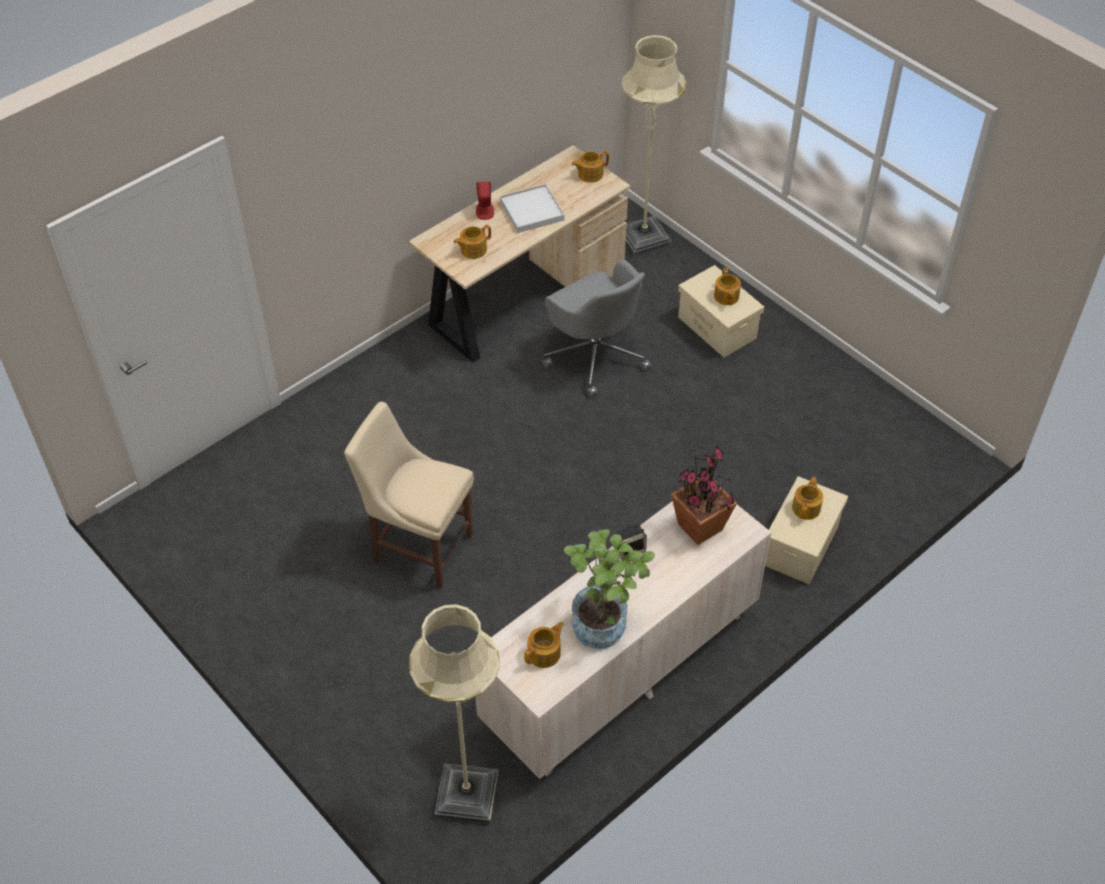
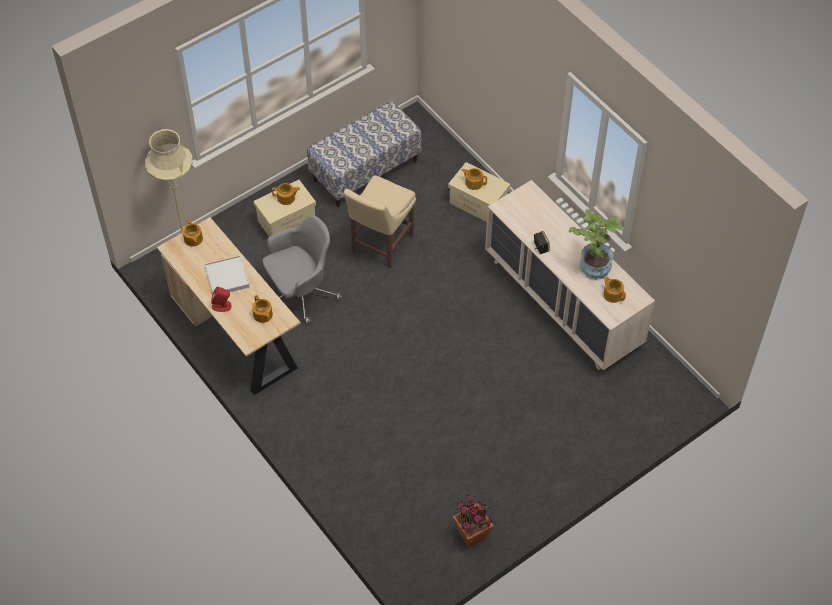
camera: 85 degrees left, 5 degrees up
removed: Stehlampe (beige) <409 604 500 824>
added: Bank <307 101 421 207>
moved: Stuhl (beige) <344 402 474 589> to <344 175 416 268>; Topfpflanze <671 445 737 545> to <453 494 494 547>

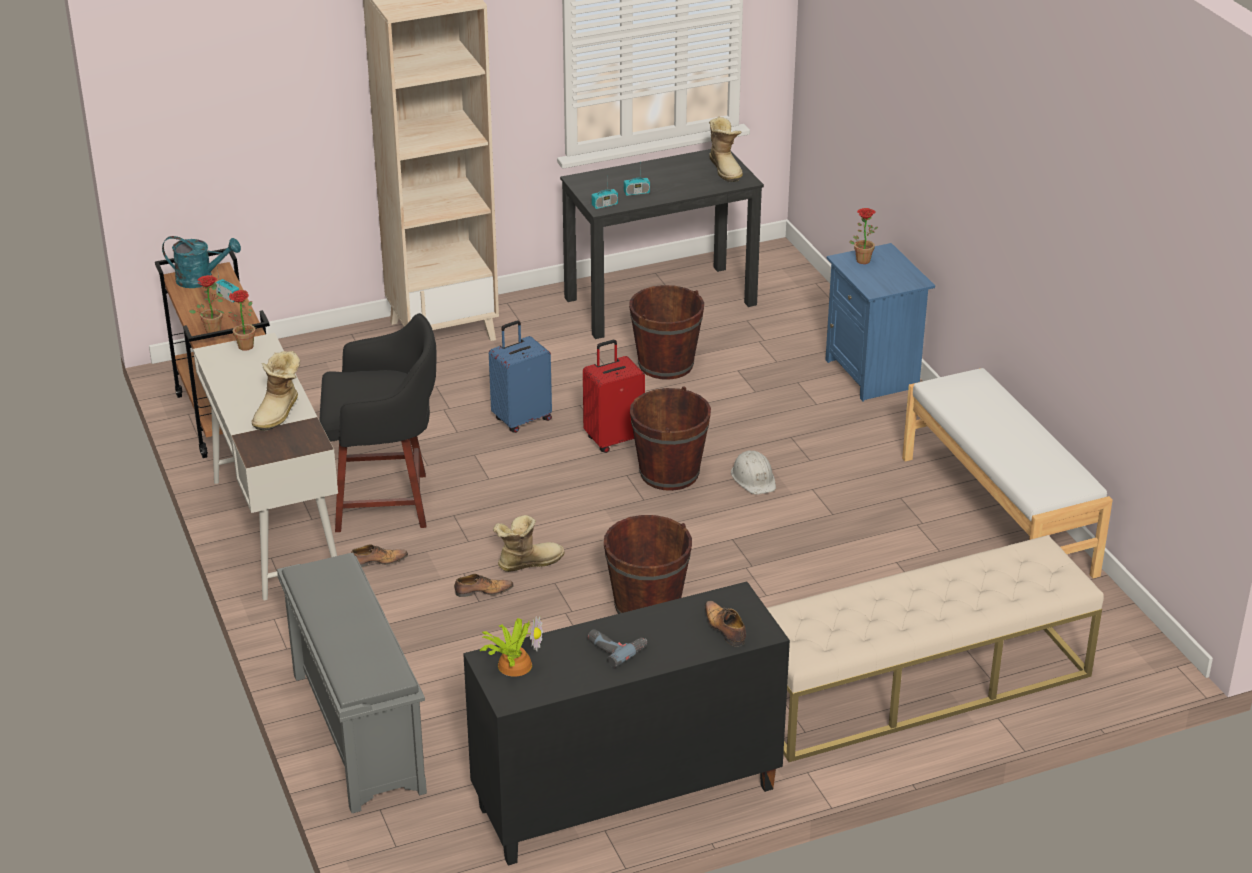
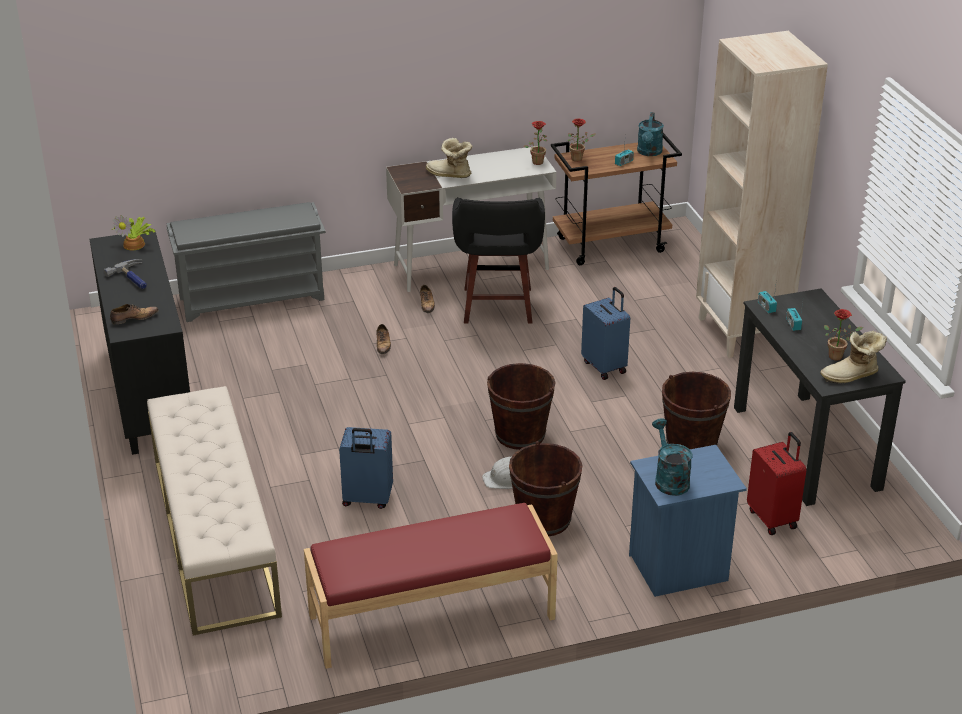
camera: 95 degrees right, 0 degrees up
removed: Stiefel <493 515 565 572>
added: Koffer (blau) <339 427 393 509>; Gießkanne (türkis) <652 419 692 496>
moved: Koffer (rot) <583 340 645 453> to <747 432 806 535>; Eimer (braun) <604 515 692 614> to <509 441 582 536>; Topfpflanze <849 208 878 264> to <824 309 863 361>
replaced: Bohrmaschine <588 629 647 668> to Hammer <104 259 147 289>
recoloured: Bank (weiß) <902 368 1113 579> to Bank (rot) <304 503 558 669>

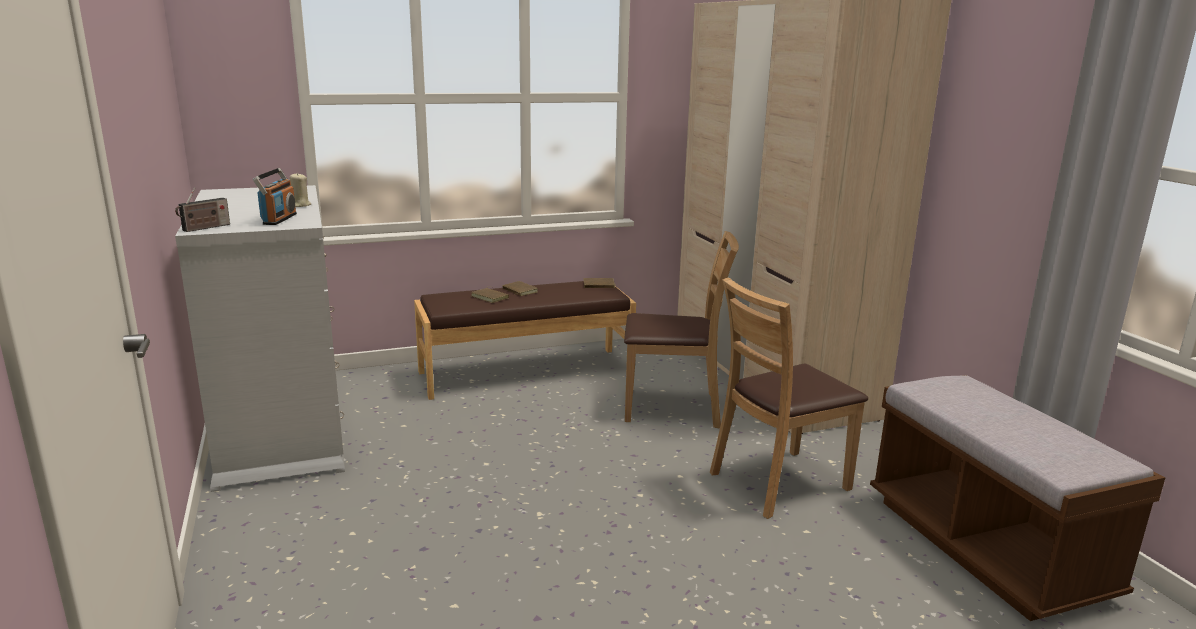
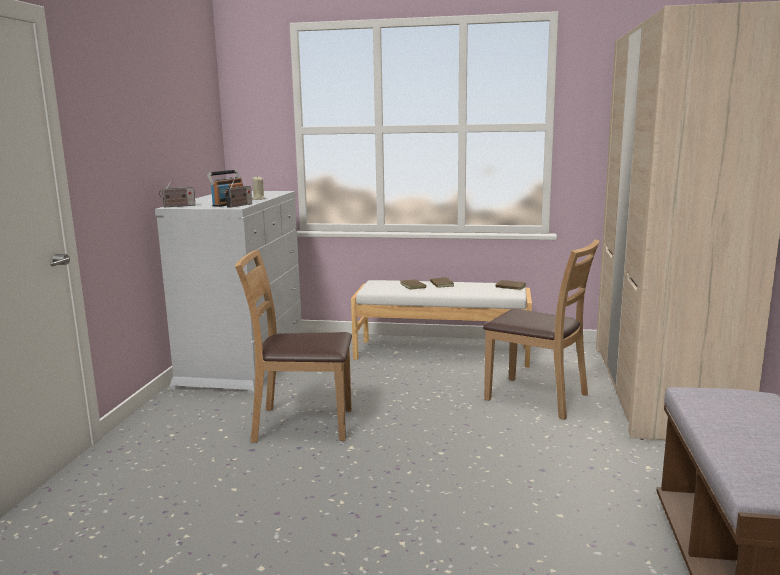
camera: 30 degrees right, 5 degrees down
added: Radio <224 178 252 208>
moved: Stuhl (braun) <710 277 868 519> to <235 250 352 443>
recoloured: Bank (braun) <414 281 636 400> to Bank (weiß) <351 280 532 367>

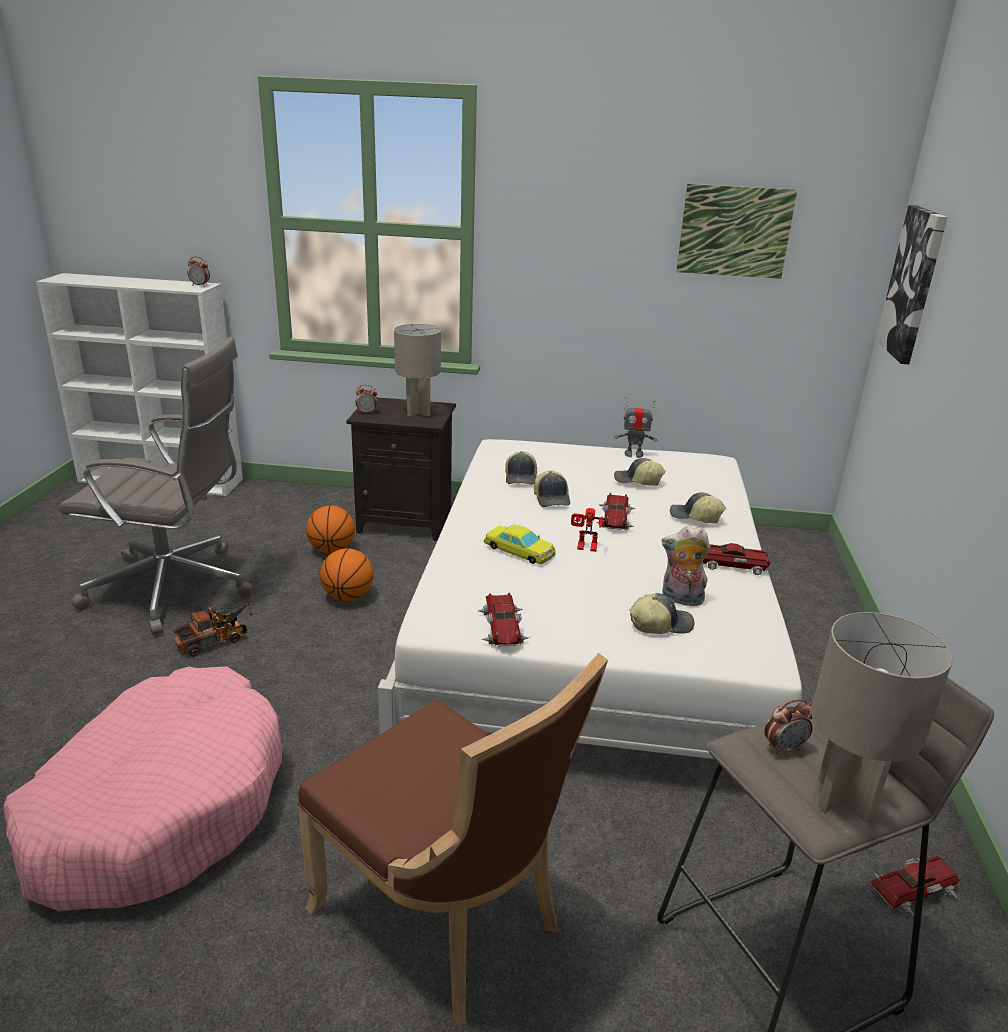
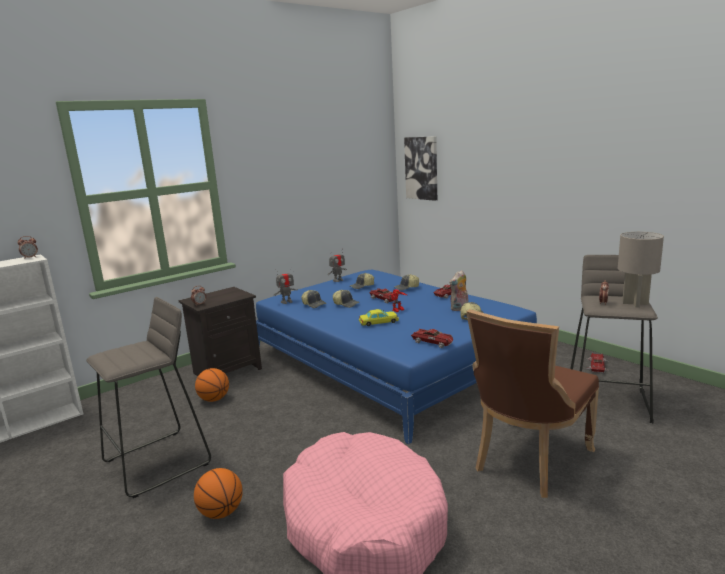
camera: 45 degrees left, 10 degrees down
removed: Spielzeuglaster <173 602 253 657>; Tischlampe (grau) <394 324 441 417>; Bild <676 184 797 279>
added: Spielzeugroboter <274 267 298 304>
moved: Basketball <320 549 373 601> to <194 468 243 519>
replaced: Bürostuhl (grau) <59 337 252 635> to Hocker (grau) <86 297 211 498>
recoloured: Bett (weiß) <377 439 802 759> to Bett (blau) <256 270 537 445>
turned: Stuhl (braun) <297 653 608 1026> = <467 309 599 498> 135 degrees clockwise

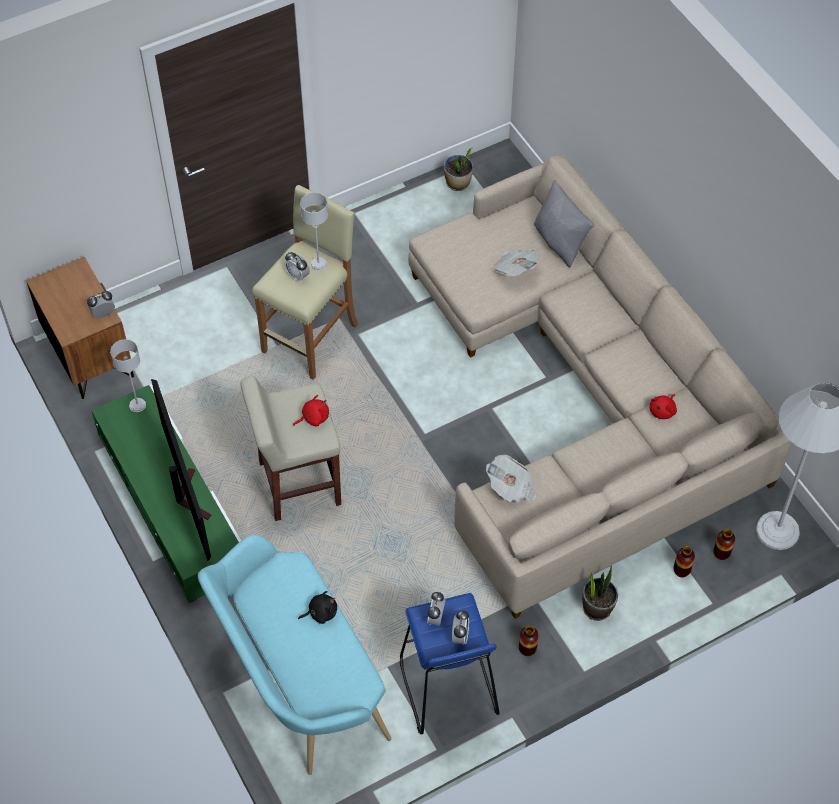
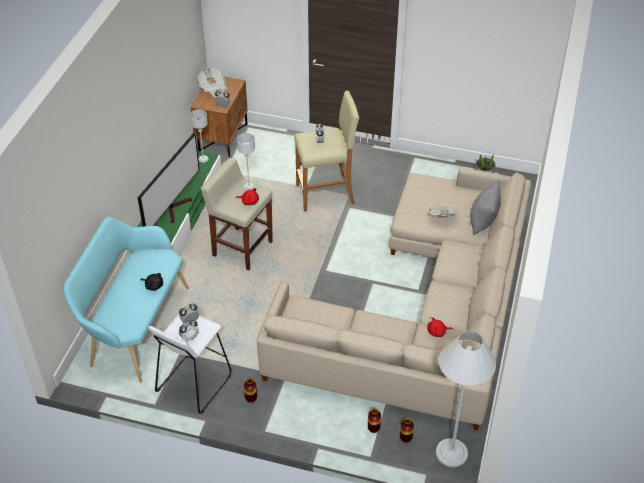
camera: 45 degrees right, 10 degrees down
removed: Topfpflanze <582 565 618 621>
moved: Tischlampe (grau) <300 193 328 271> to <237 133 255 190>; Zeitung <486 455 536 503> to <198 67 227 97>
recoloured: Hocker (blau) <400 593 500 735> to Hocker (weiß) <148 314 232 414>

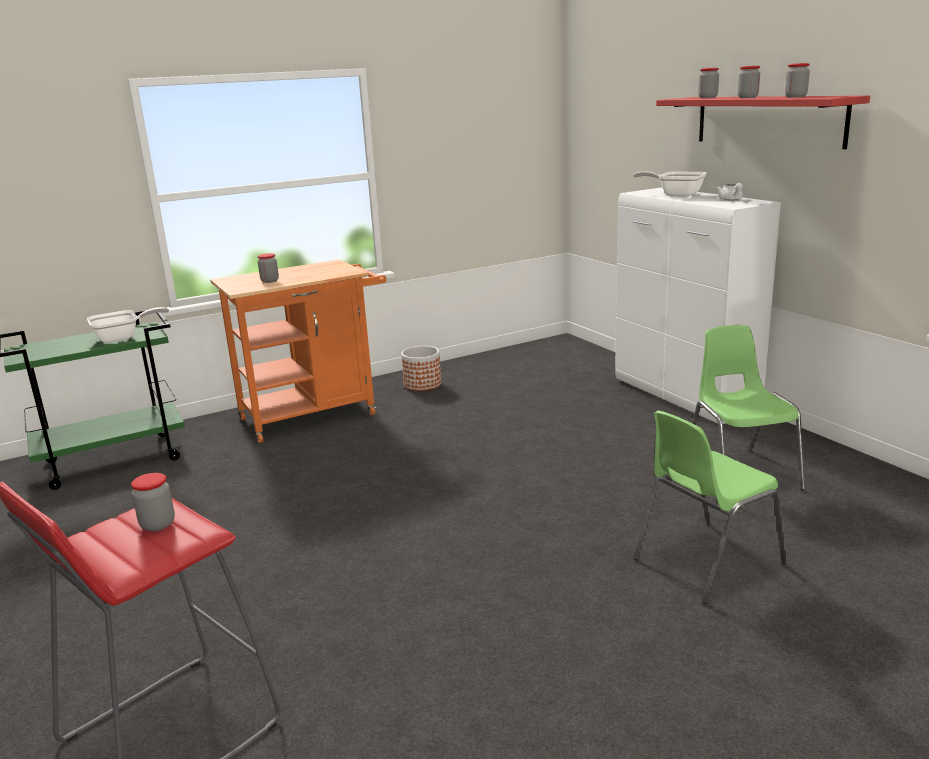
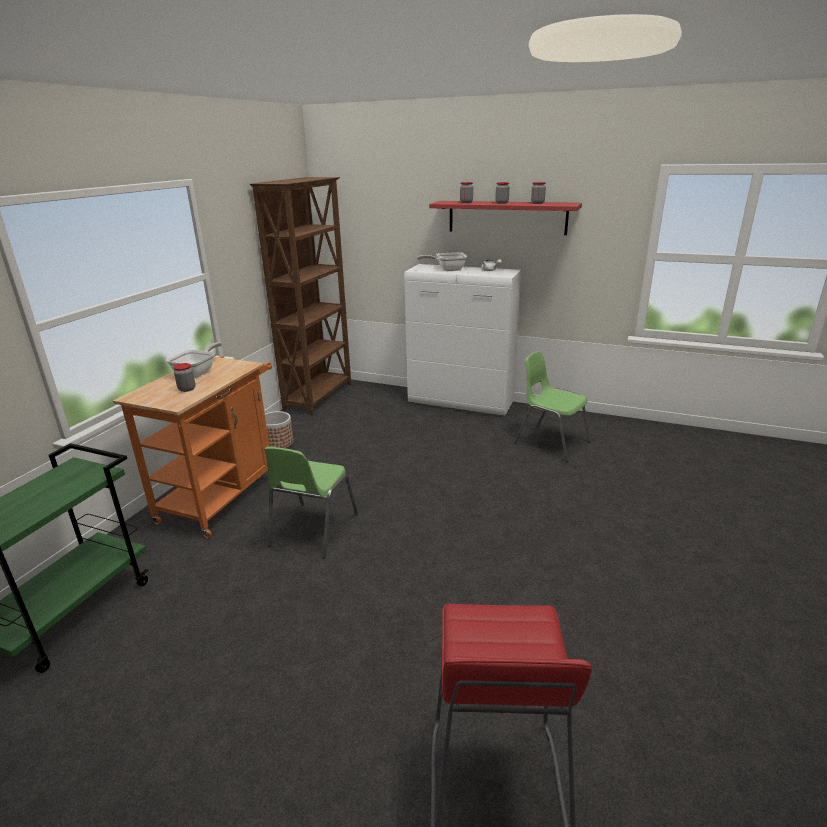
camera: 40 degrees left, 5 degrees up
removed: Vorratsglas <131 473 175 531>
added: Bücherregal (braun) <250 177 351 415>
moved: Pfanne <87 307 169 343> to <166 342 222 378>; Stuhl (grün) <634 411 787 604> to <264 447 358 559>

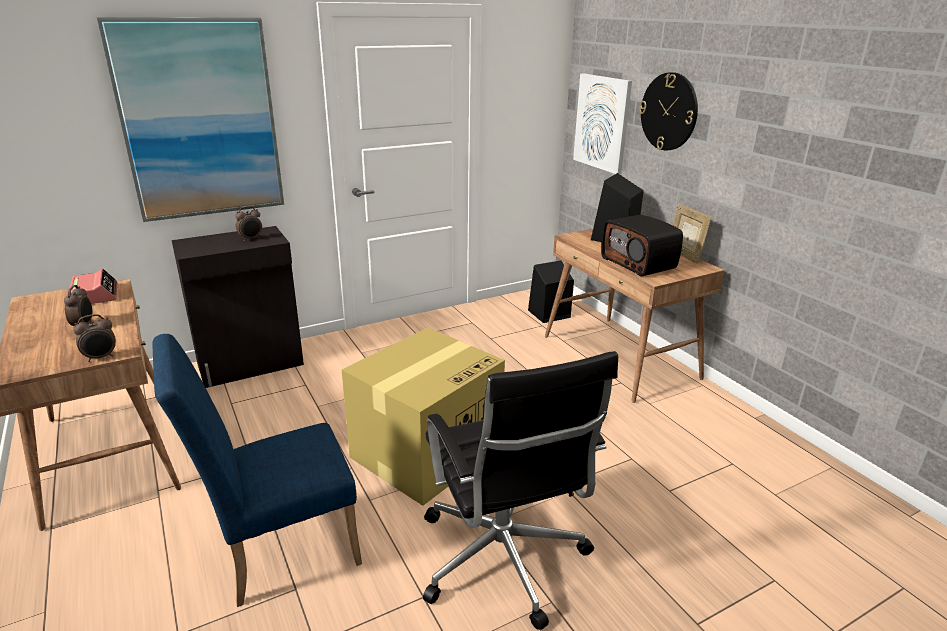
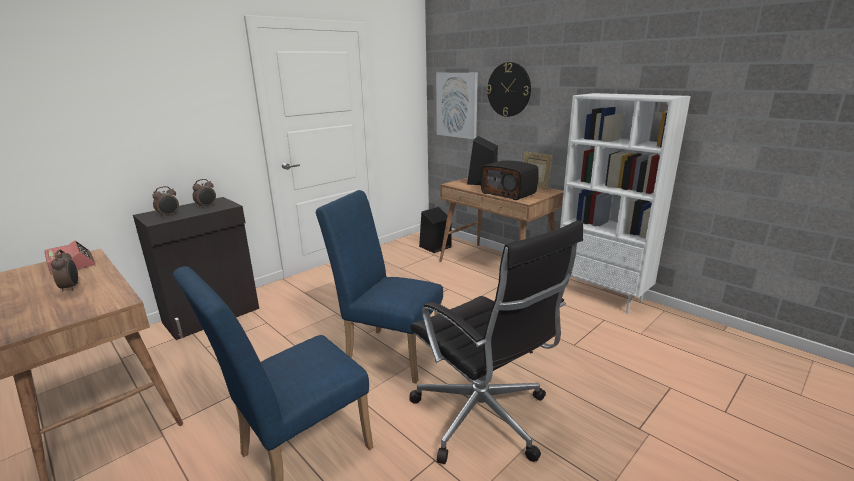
camera: 15 degrees left, 5 degrees down
removed: Bild <97 17 284 222>
added: Bücherregal (weiß) <560 93 691 314>
moved: Wecker <73 314 116 362> to <152 186 179 218>
replaced: Karton <342 327 505 506> to Stuhl (blau) <316 190 443 383>

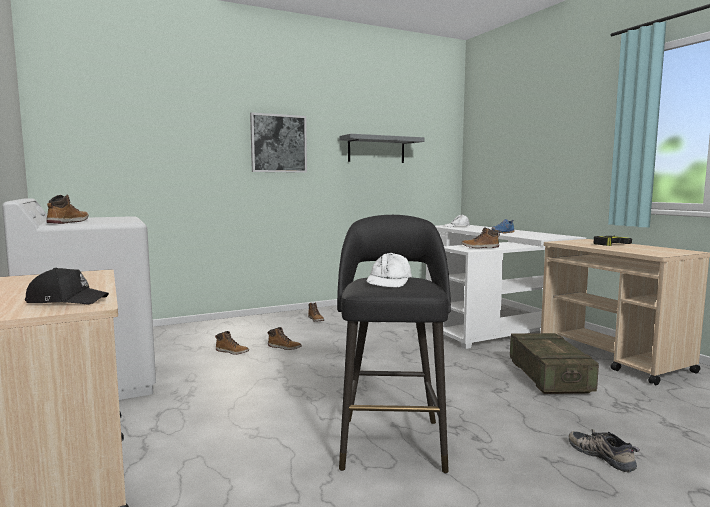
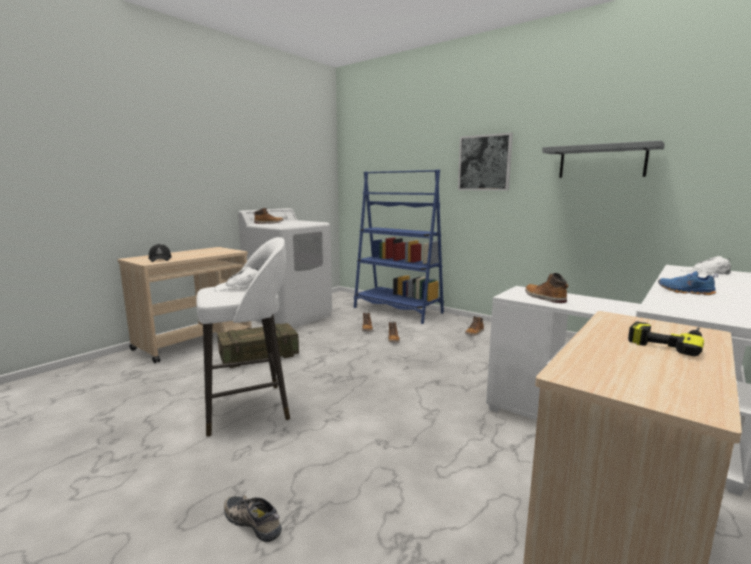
camera: 65 degrees right, 5 degrees up
added: Bücherregal (blau) <354 169 444 324>
moved: Kiste <510 333 599 394> to <217 323 299 368>
recoloured: Hocker (schwarz) <337 215 451 473> to Hocker (weiß) <196 237 290 437>
turned: Schuh <569 429 640 472> = <224 495 282 542> 90 degrees counterclockwise

